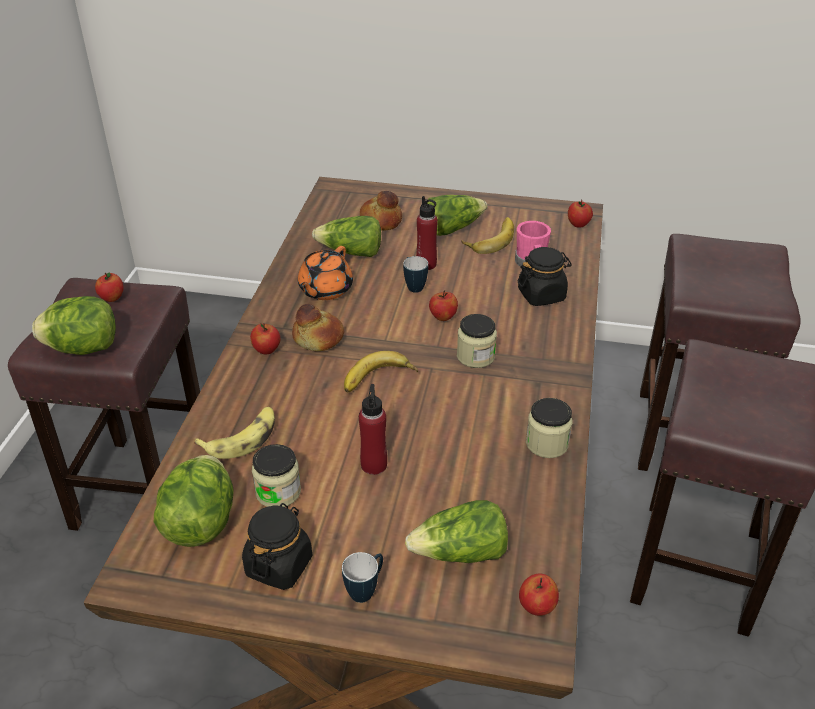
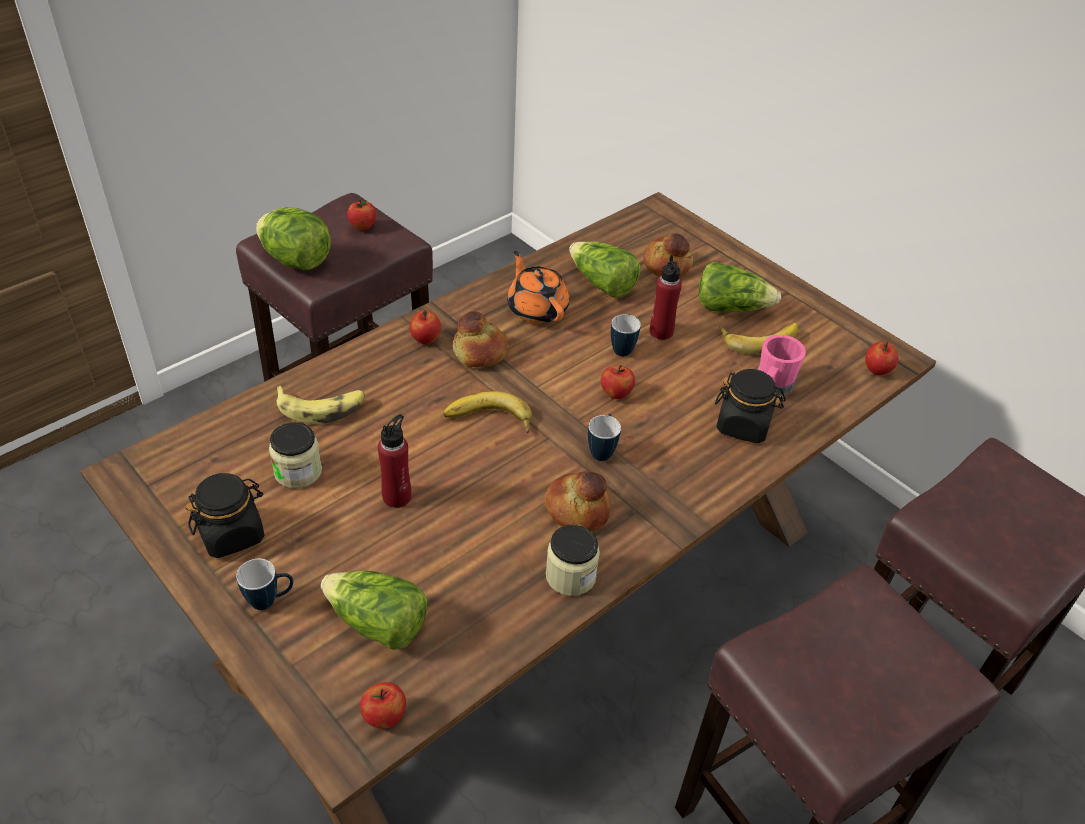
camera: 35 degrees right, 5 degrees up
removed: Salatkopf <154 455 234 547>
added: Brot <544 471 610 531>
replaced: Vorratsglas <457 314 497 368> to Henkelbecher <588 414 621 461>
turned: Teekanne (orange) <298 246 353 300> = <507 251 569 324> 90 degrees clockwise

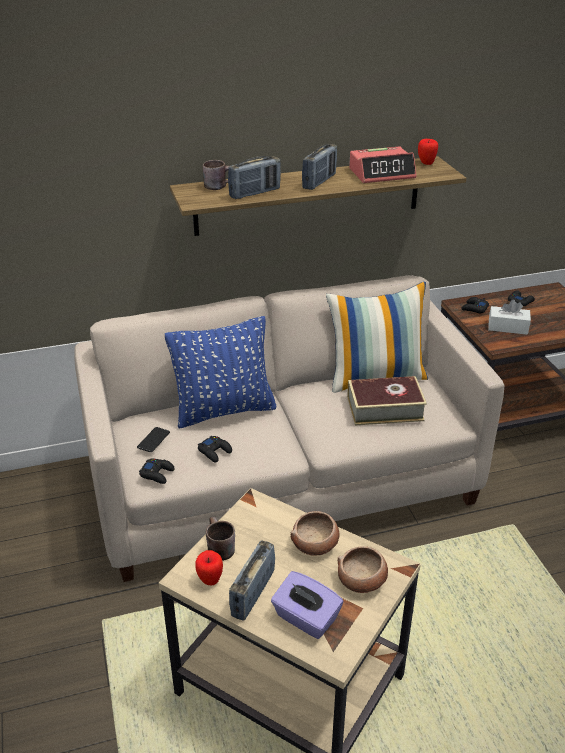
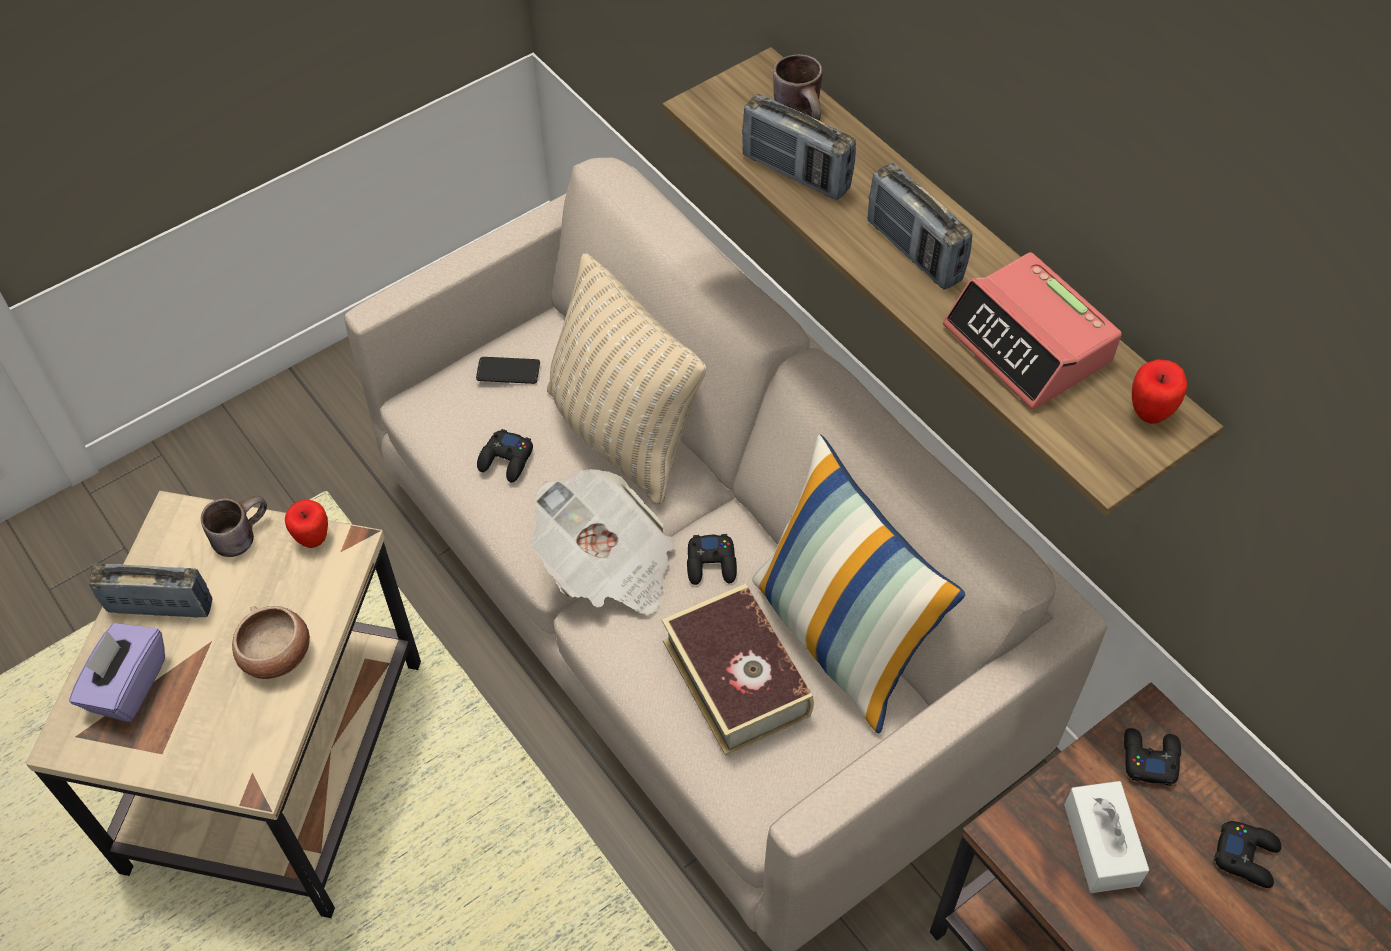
camera: 70 degrees right, 20 degrees up
removed: Schüssel <338 546 388 593>
added: Zeitung <531 469 674 615>
moved: Gamepad (schwarz) <139 459 175 484> to <687 534 737 585>; Apfel <195 550 223 585> to <285 500 328 548>
recoloured: Kissen (blau) <165 316 276 429> to Kissen (beige) <547 253 706 505>
turned: Radio <302 144 337 190> = <868 163 972 289> 45 degrees clockwise

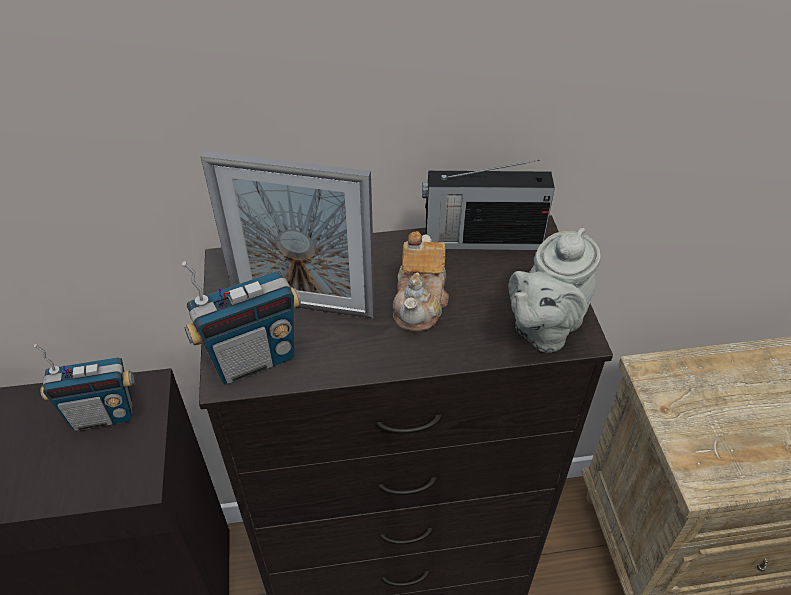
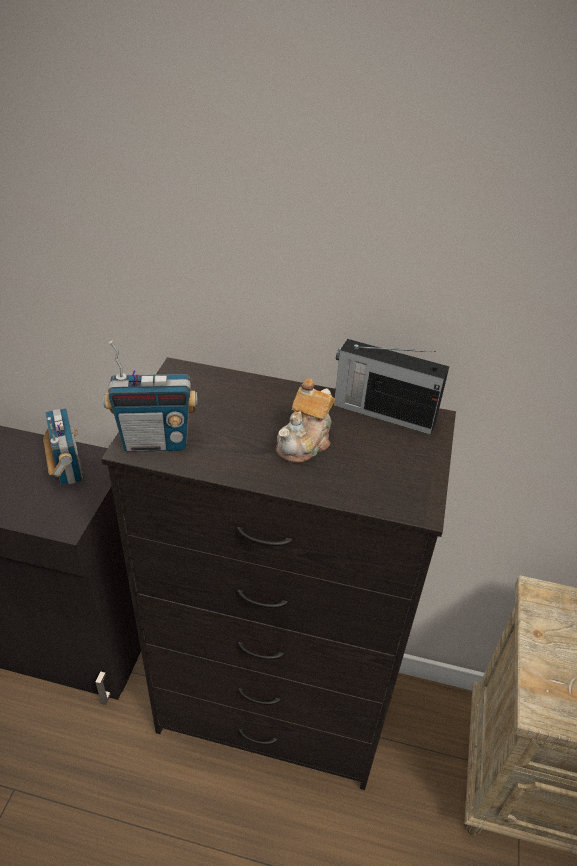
camera: 20 degrees right, 5 degrees down
removed: Bilderrahmen <201 151 375 319>; Teekanne (grau) <508 228 601 352>
turned: Radio <34 344 136 431> = <43 409 83 485> 120 degrees counterclockwise

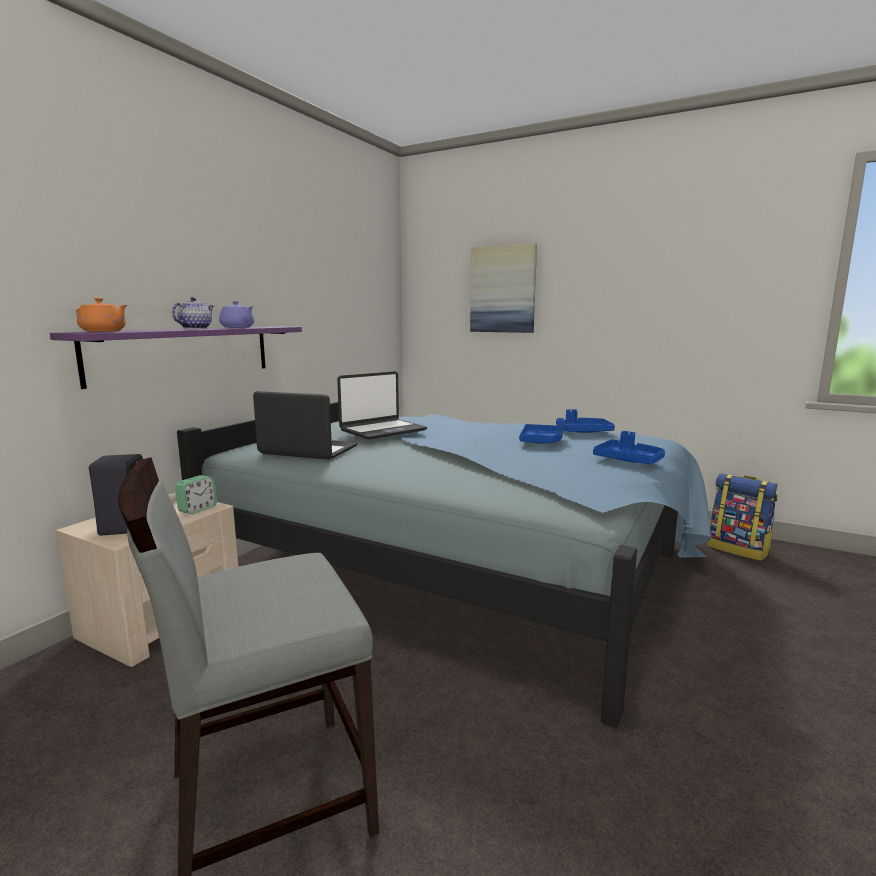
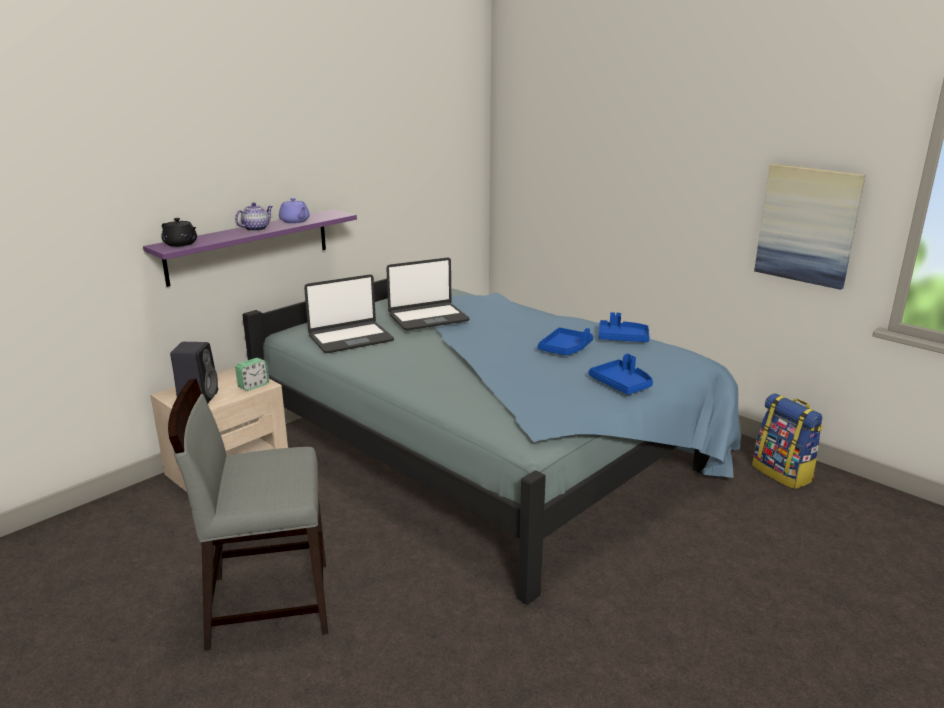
camera: 15 degrees right, 10 degrees up
moved: Bild <470 243 537 333> to <754 164 865 290>
recoloured: Teekanne (orange) <76 298 127 332> to Teekanne (schwarz) <162 218 197 247>
turned: Laptop <253 391 357 460> = <304 274 394 353> 120 degrees clockwise

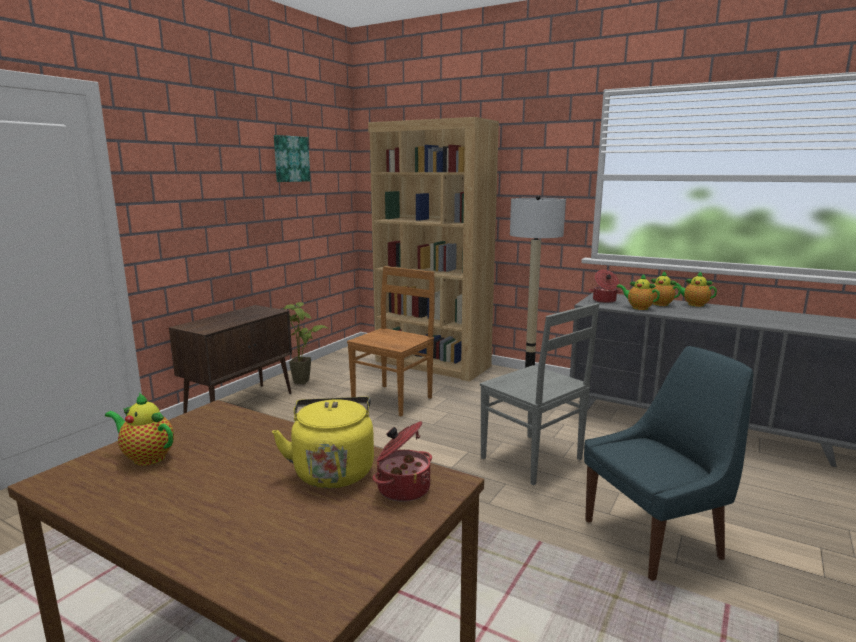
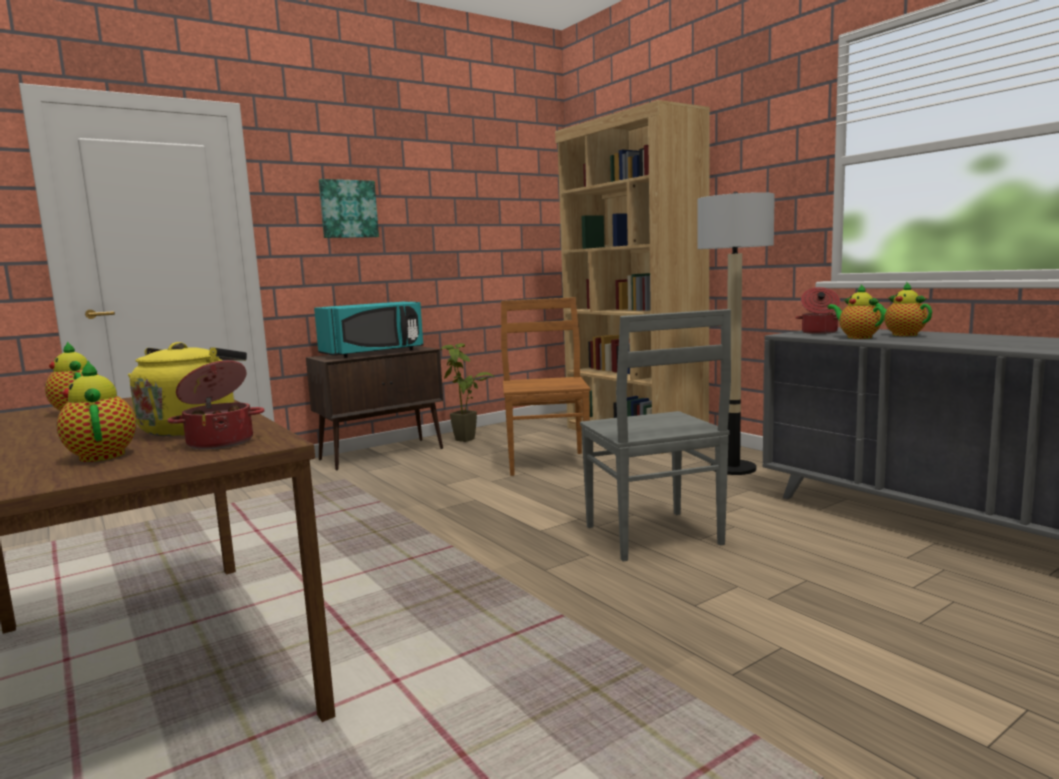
camera: 25 degrees right, 5 degrees down
removed: Stuhl (blau) <584 346 753 581>
added: Mikrowelle (türkis) <314 302 423 358>
moved: Bild <274 135 310 182> to <319 179 379 238>; Teekanne <674 272 717 307> to <57 360 136 462>
turned: Stuhl (braun) <347 266 435 417> = <501 297 590 476> 60 degrees counterclockwise

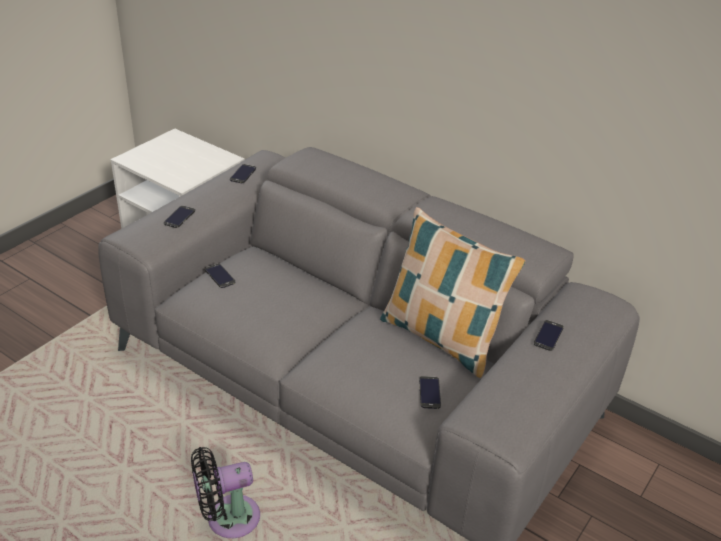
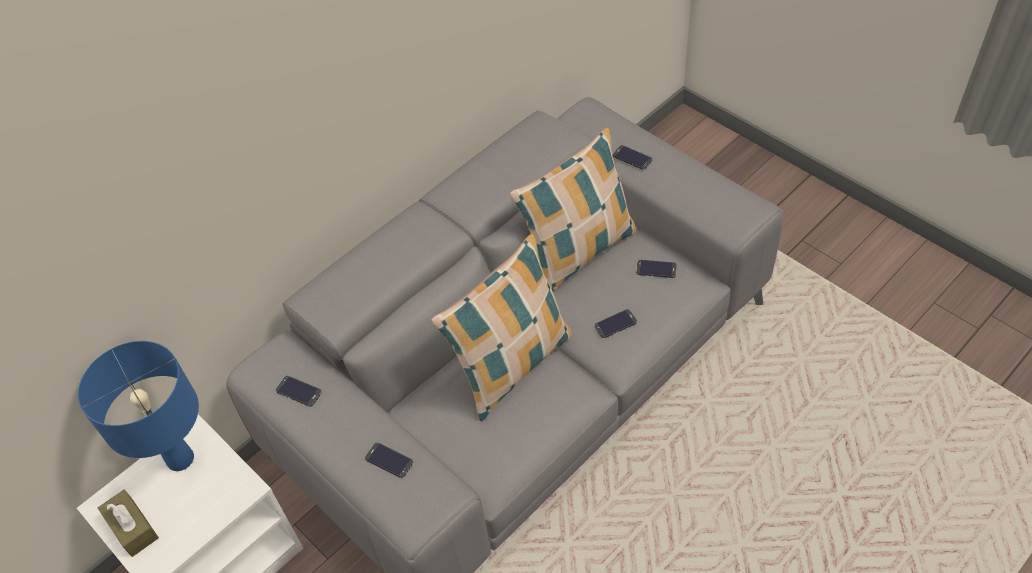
camera: 75 degrees left, 15 degrees up
removed: Ventilator (schwarz) <191 447 260 538>
added: Tischlampe (blau) <78 341 199 471>; Taschentuchbox (braun) <98 489 159 557>; Kissen <431 234 572 421>
moved: Handy <205 264 235 288> to <595 309 637 338>

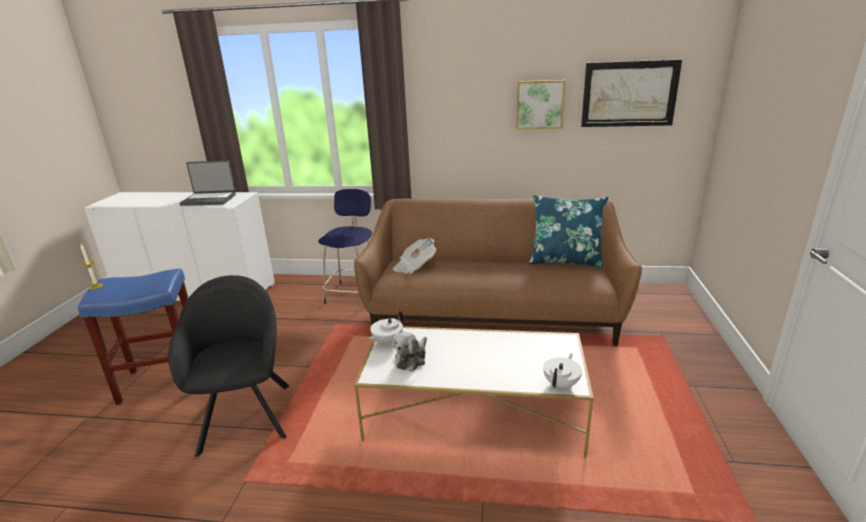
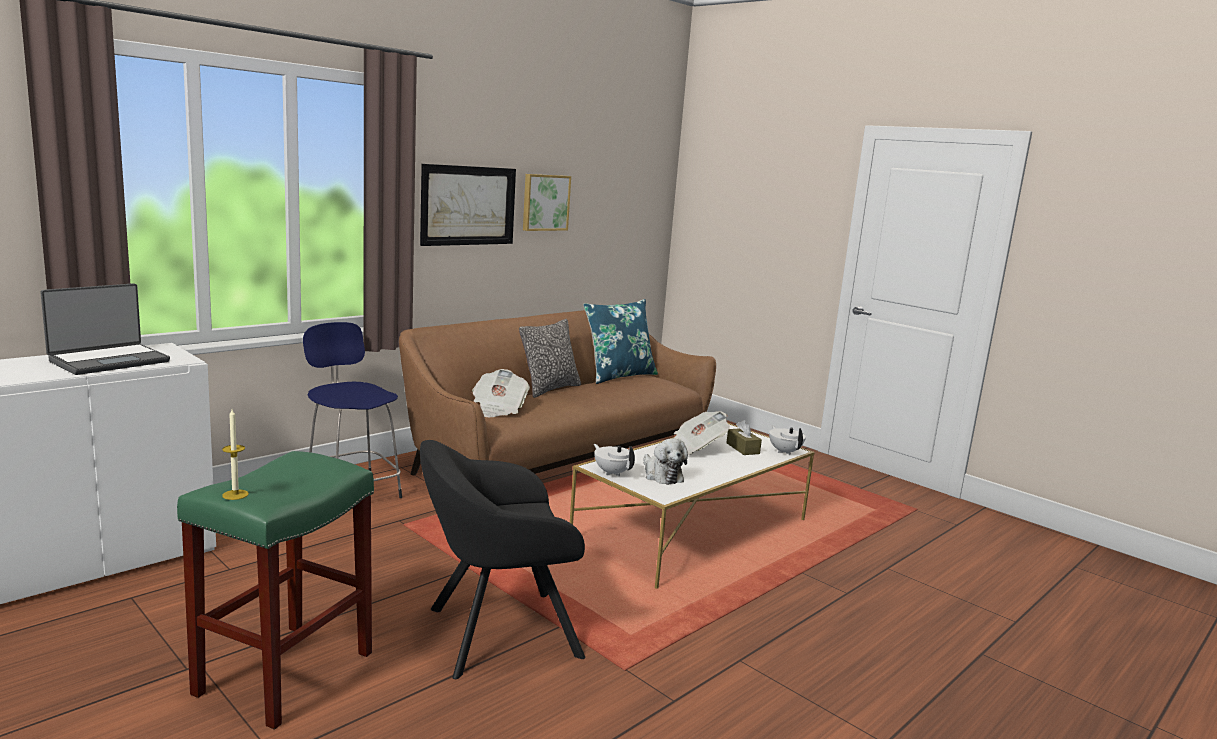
camera: 55 degrees left, 10 degrees down
added: Kissen <519 319 581 398>; Zeitung <673 411 730 455>; Taschentuchbox (braun) <726 420 762 455>
moved: Bild <581 60 682 127> to <420 164 516 246>
recoloured: Hocker (blau) <78 268 188 405> to Hocker (grün) <177 451 374 730>
turned: Sessel (schwarz) <168 275 289 457> = <420 440 585 679> 45 degrees counterclockwise; Teekanne (weiß) <368 310 403 345> = <594 444 635 476> 150 degrees clockwise

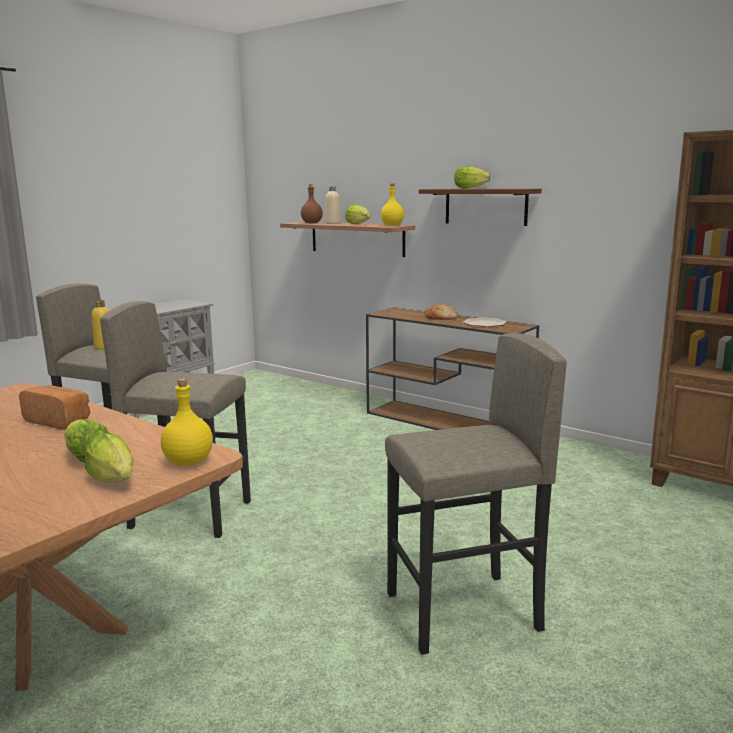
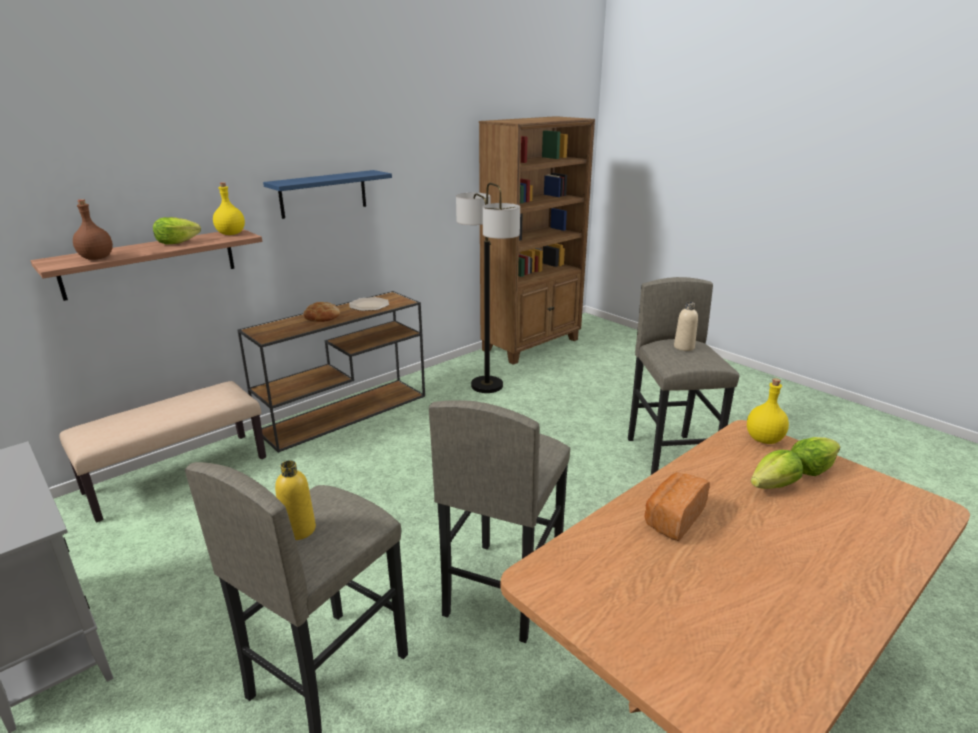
camera: 80 degrees left, 10 degrees up
removed: Salatkopf <454 166 491 189>
added: Bank (beige) <59 381 266 523>; Stehlampe <456 183 520 393>
moved: Flasche (beige) <325 186 341 224> to <674 302 698 351>
recoloured: Wandregal (braun) <419 189 542 226> to Wandregal (blau) <263 170 392 219>

